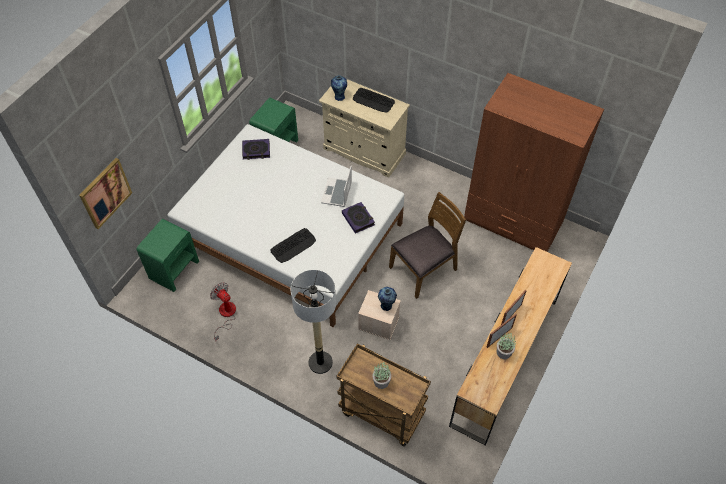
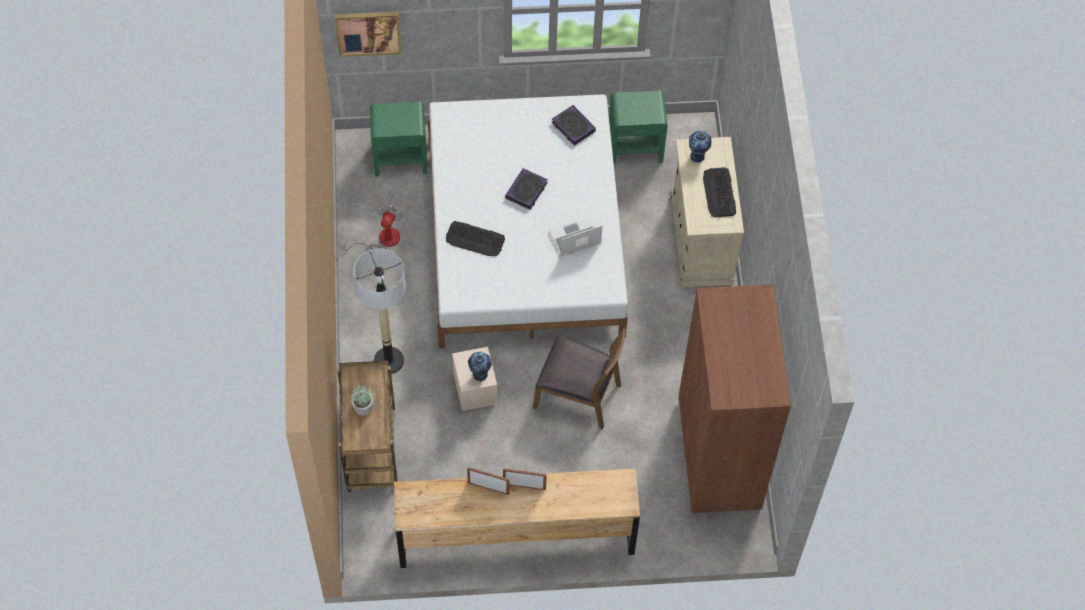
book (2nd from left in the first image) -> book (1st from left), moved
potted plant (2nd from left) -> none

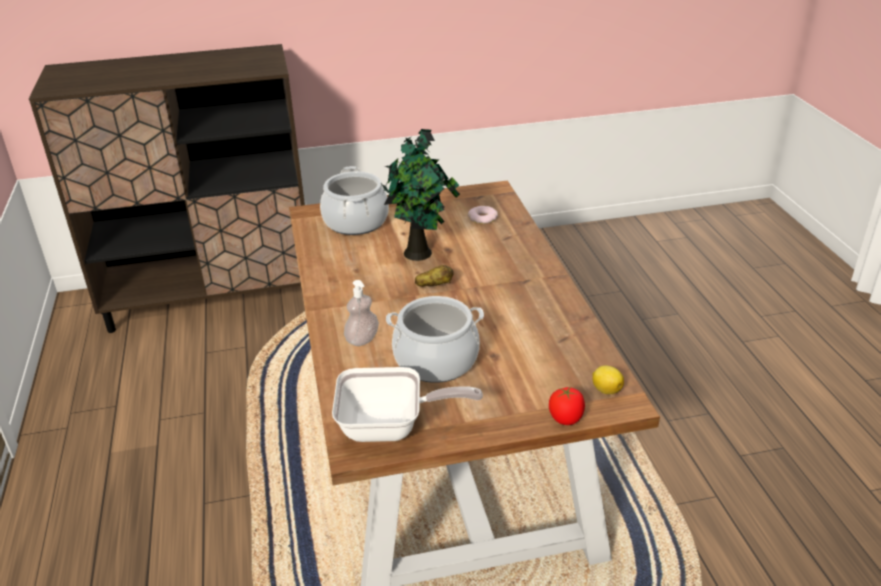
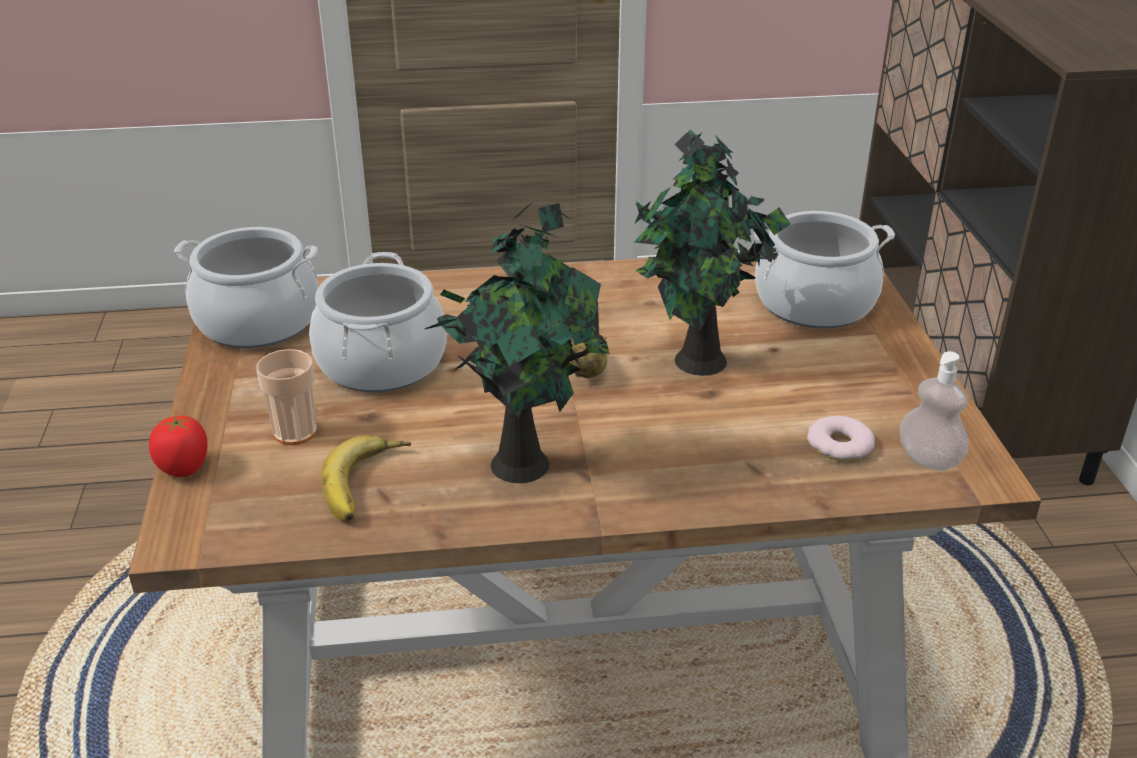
soap dispenser, moved
lemon -> none
frying pan -> cooking pot (1st from left)
none -> potted plant (1st from left)
none -> cup
none -> banana

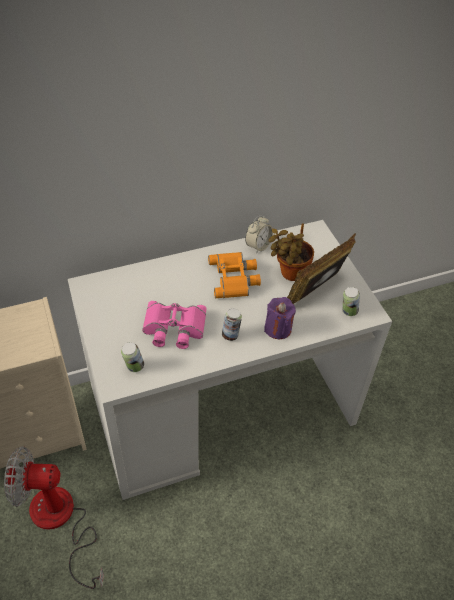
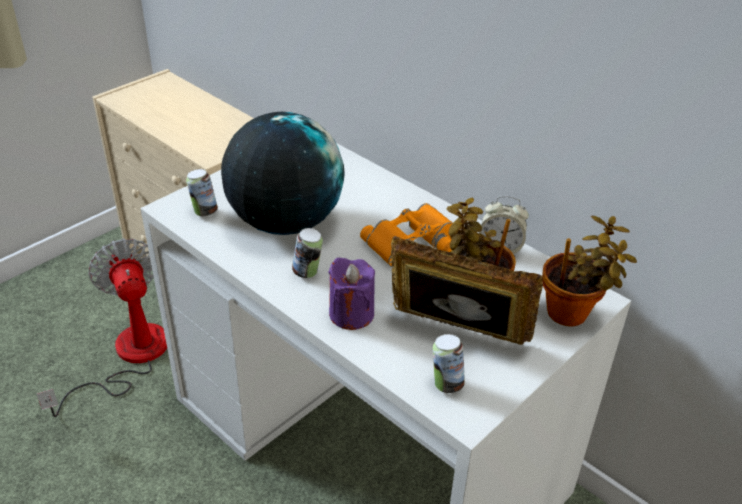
pink binoculars -> globe
none -> potted plant (2nd from left)

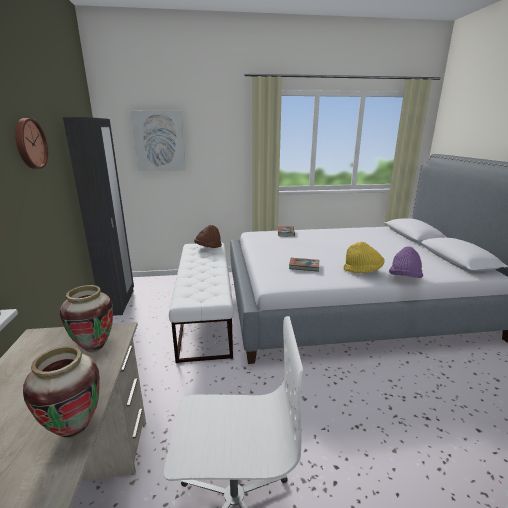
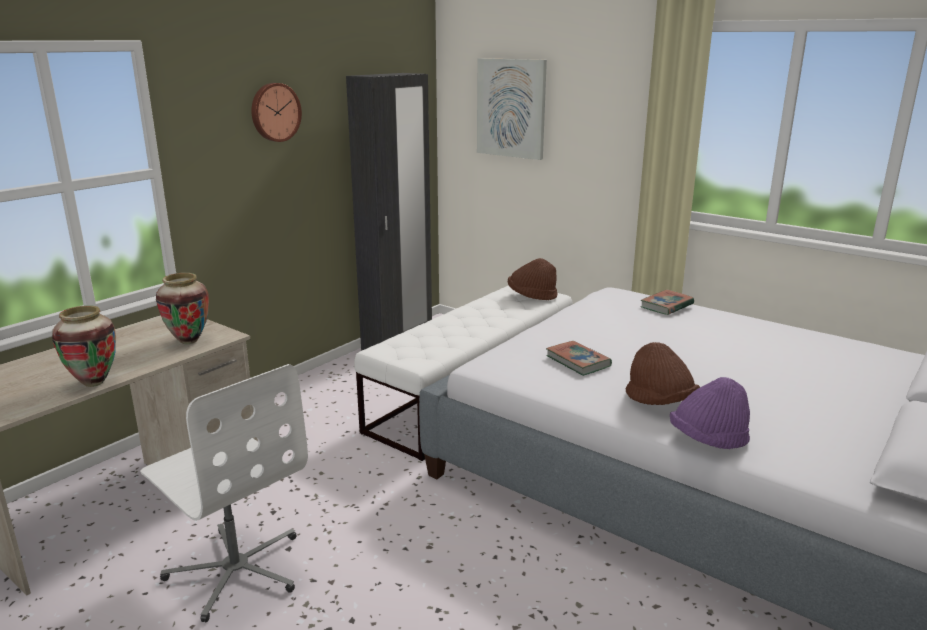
yellow hat -> brown hat (2nd from left)

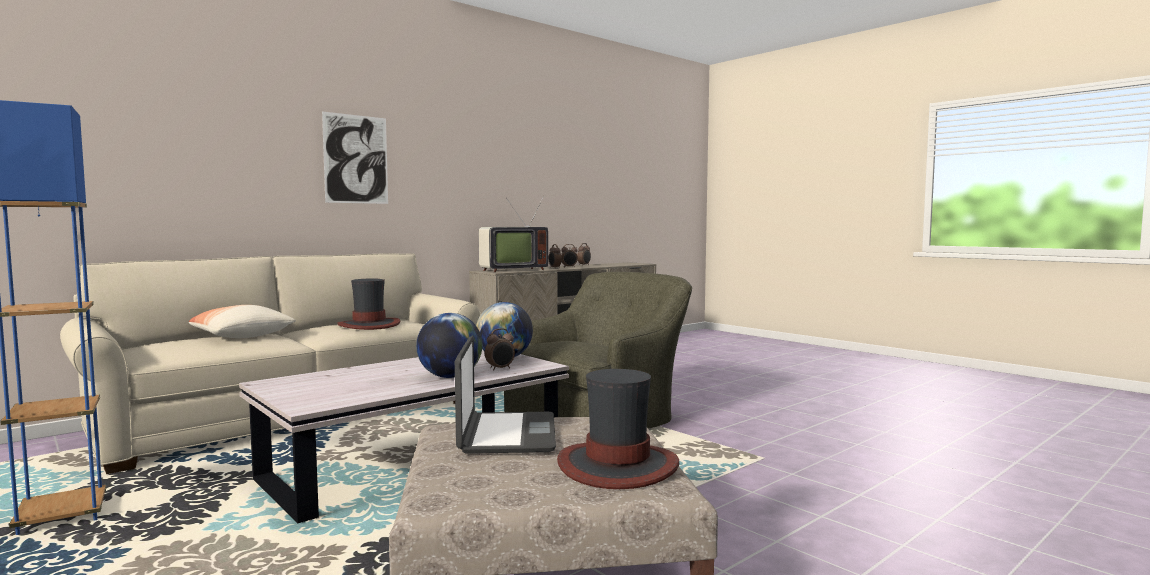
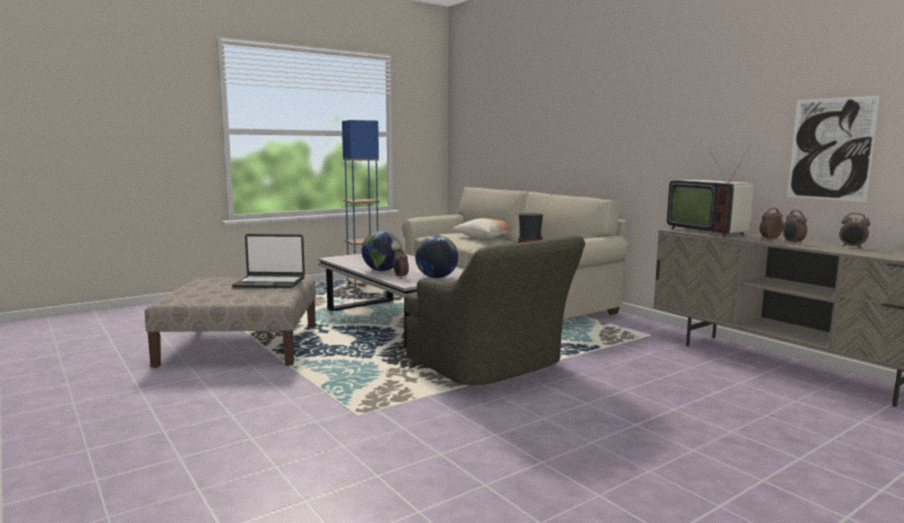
picture, moved
hat (2nd from left) -> none

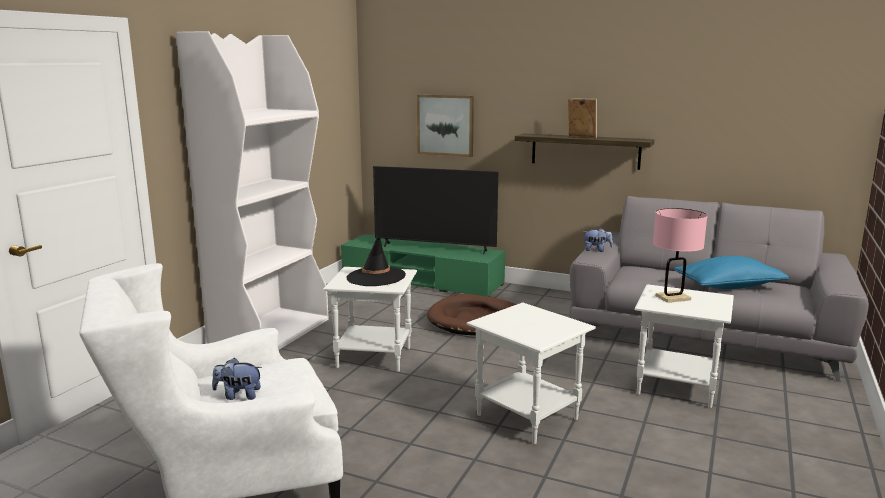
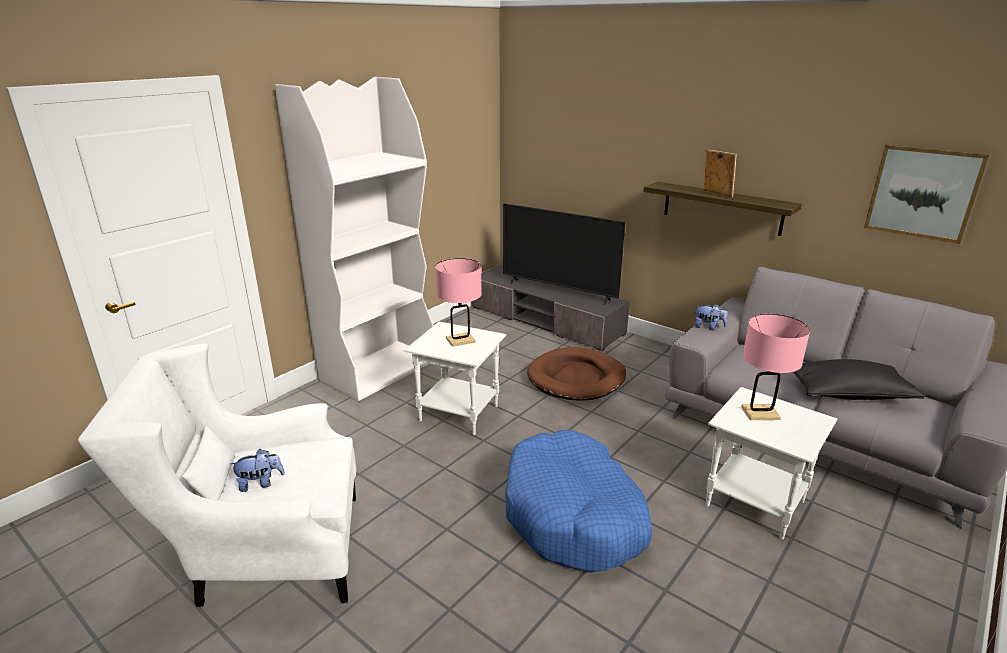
picture, moved
green tv stand -> grey tv stand
black hat -> pink table lamp (1st from left)
blue pillow -> black pillow
white side table (2nd from left) -> blue dog bed
plush toy (1st from left), 150 degrees clockwise

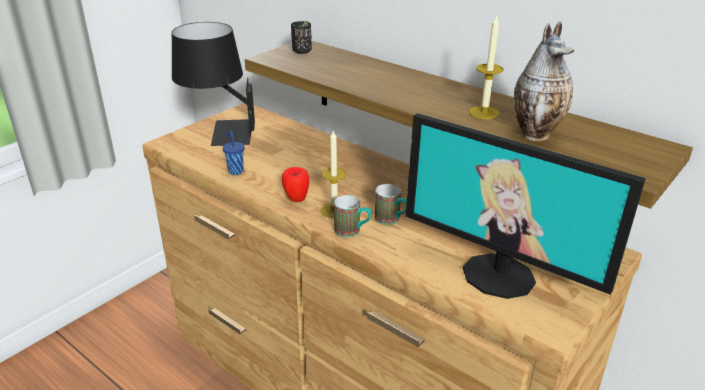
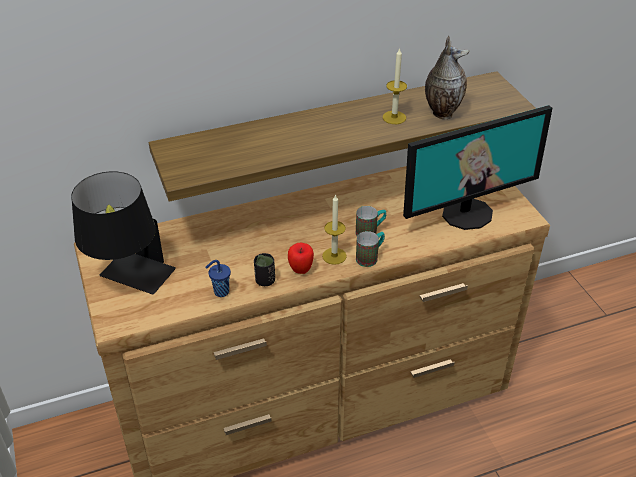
black cup, moved

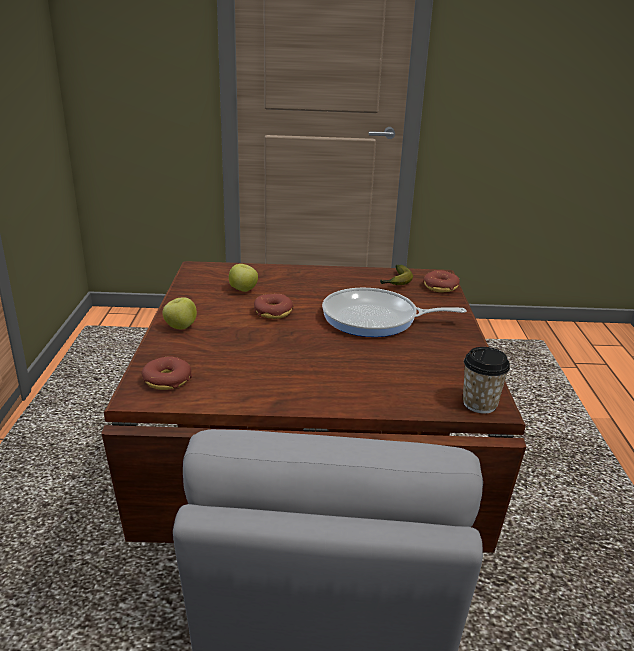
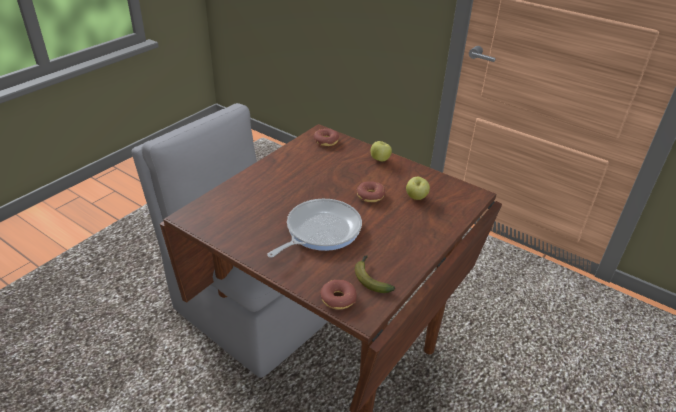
cup -> none

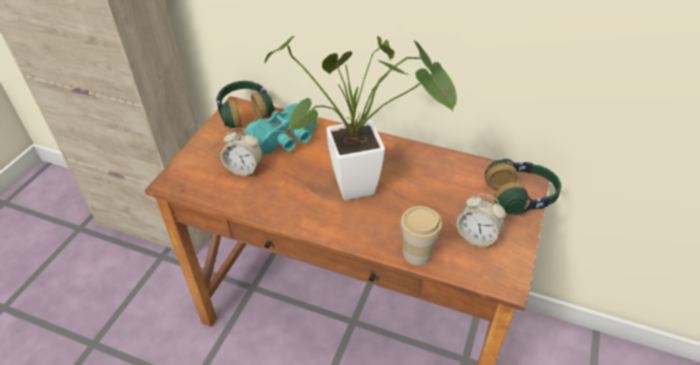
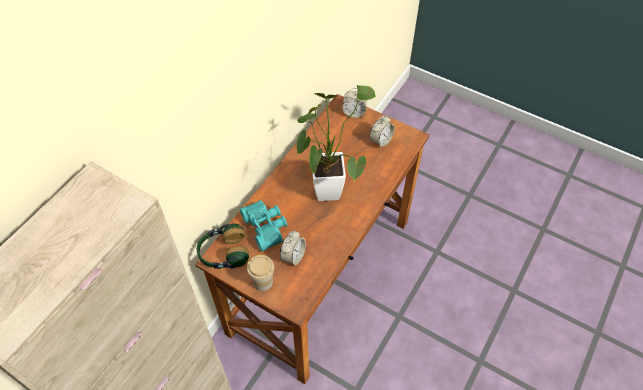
headphones (2nd from left) -> alarm clock (2nd from left)
cup, moved

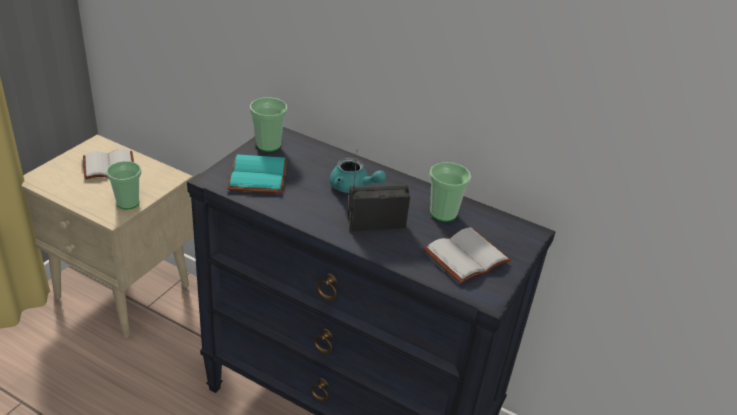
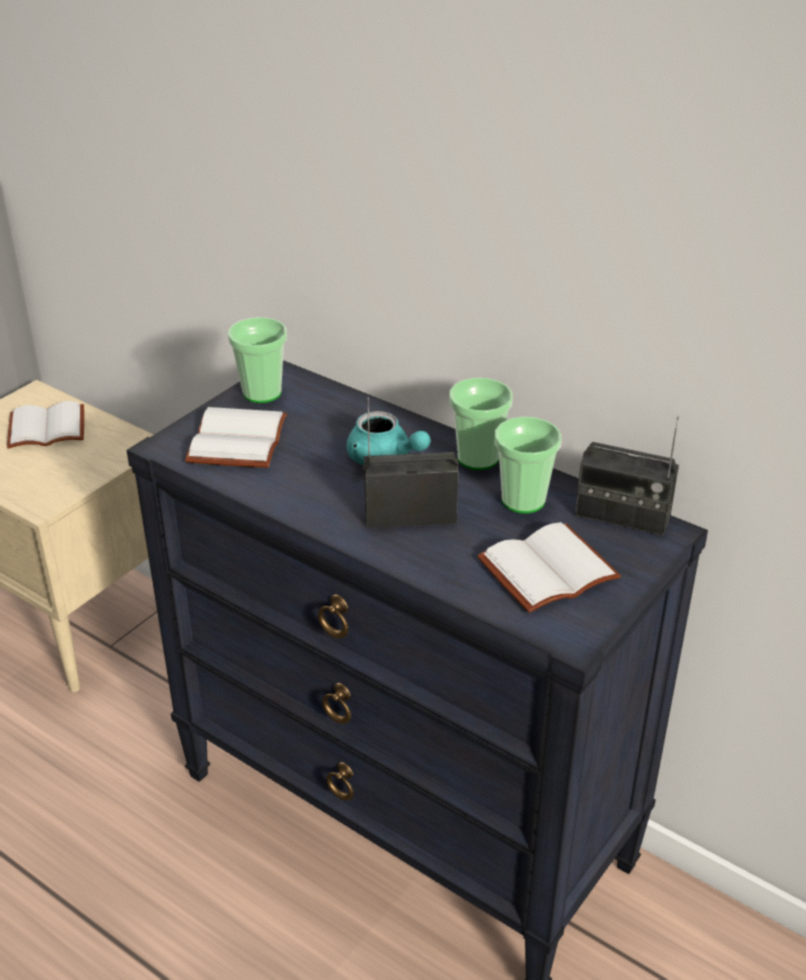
turquoise book -> white book (2nd from left)
cup (1st from left in the first image) -> cup (2nd from left), moved
none -> radio (2nd from left)

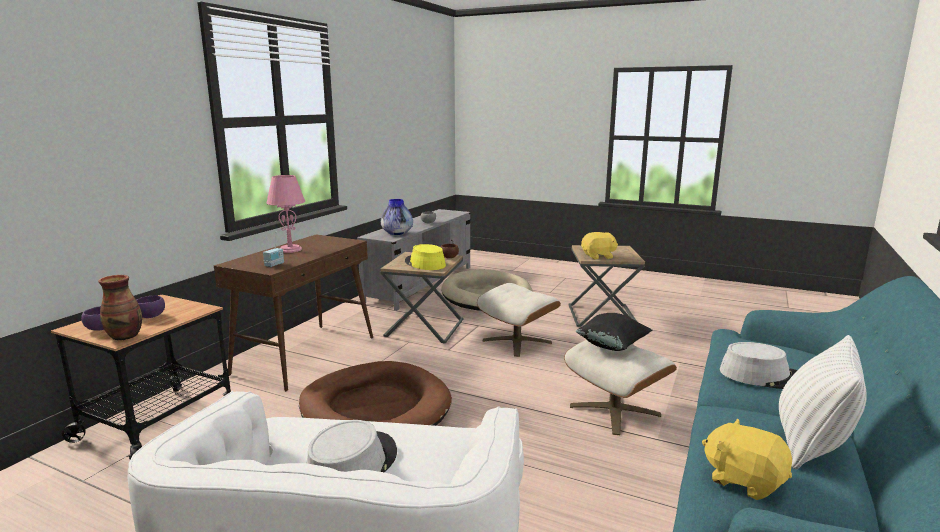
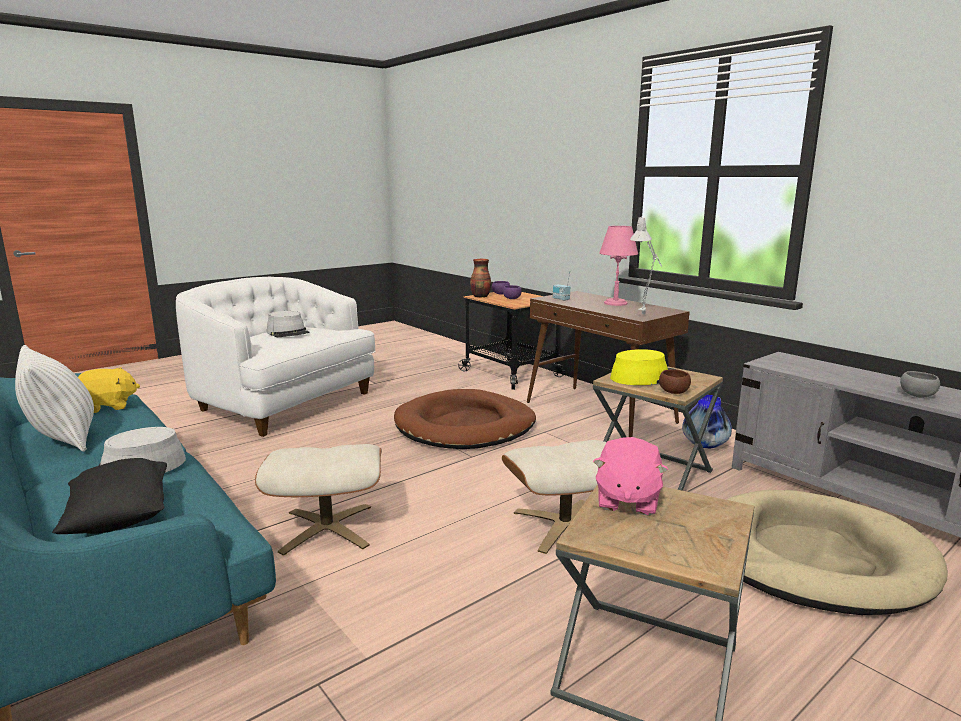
vase (2nd from left), moved
yellow plush toy (1st from left) -> pink plush toy
black pillow, moved
none -> grey table lamp

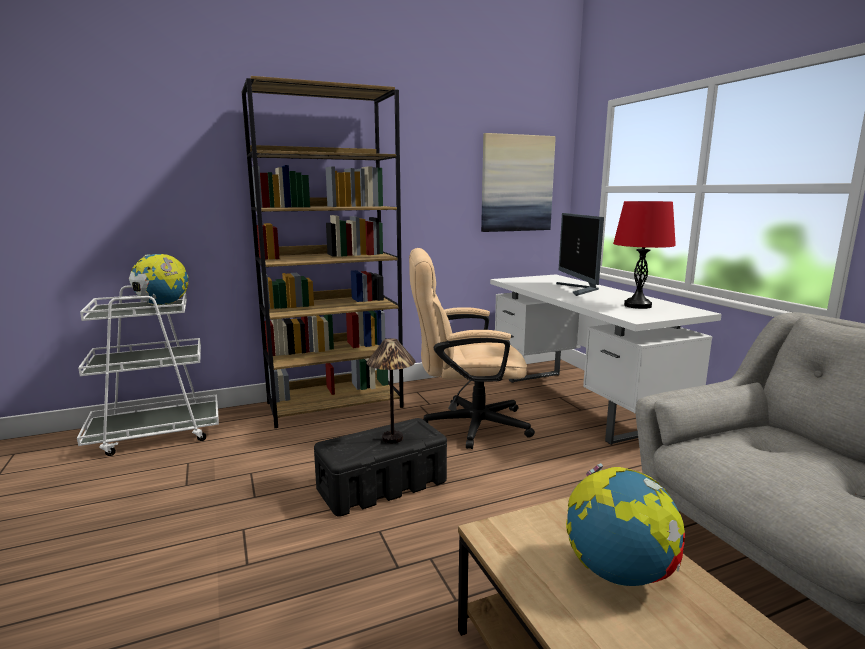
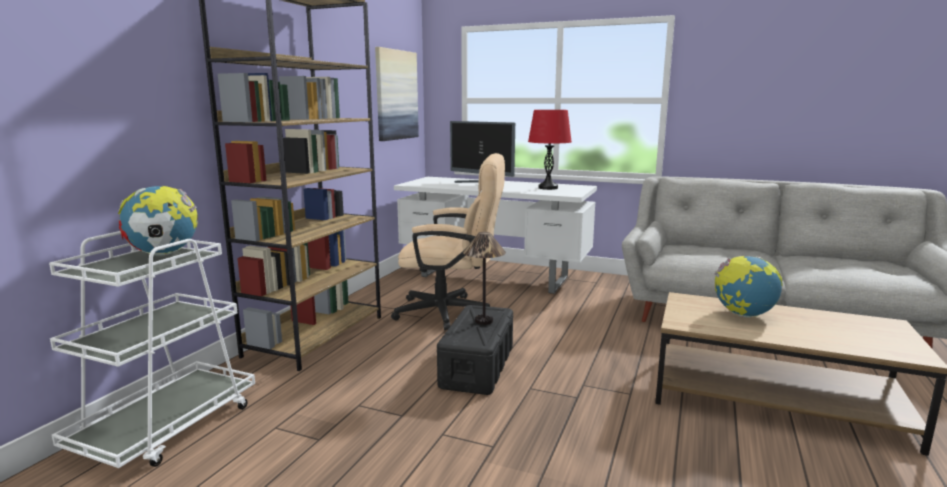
beige office chair, 120 degrees counterclockwise

